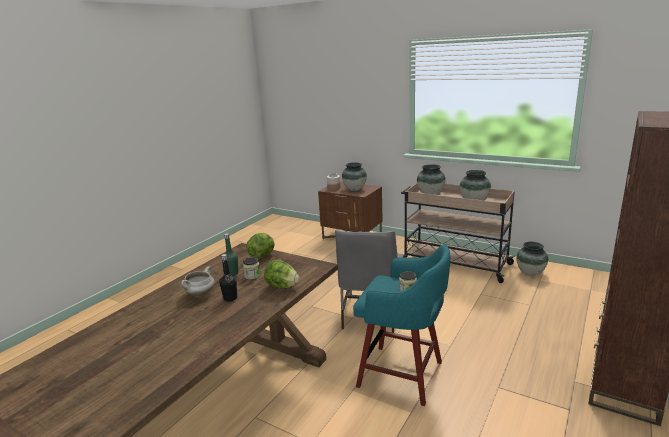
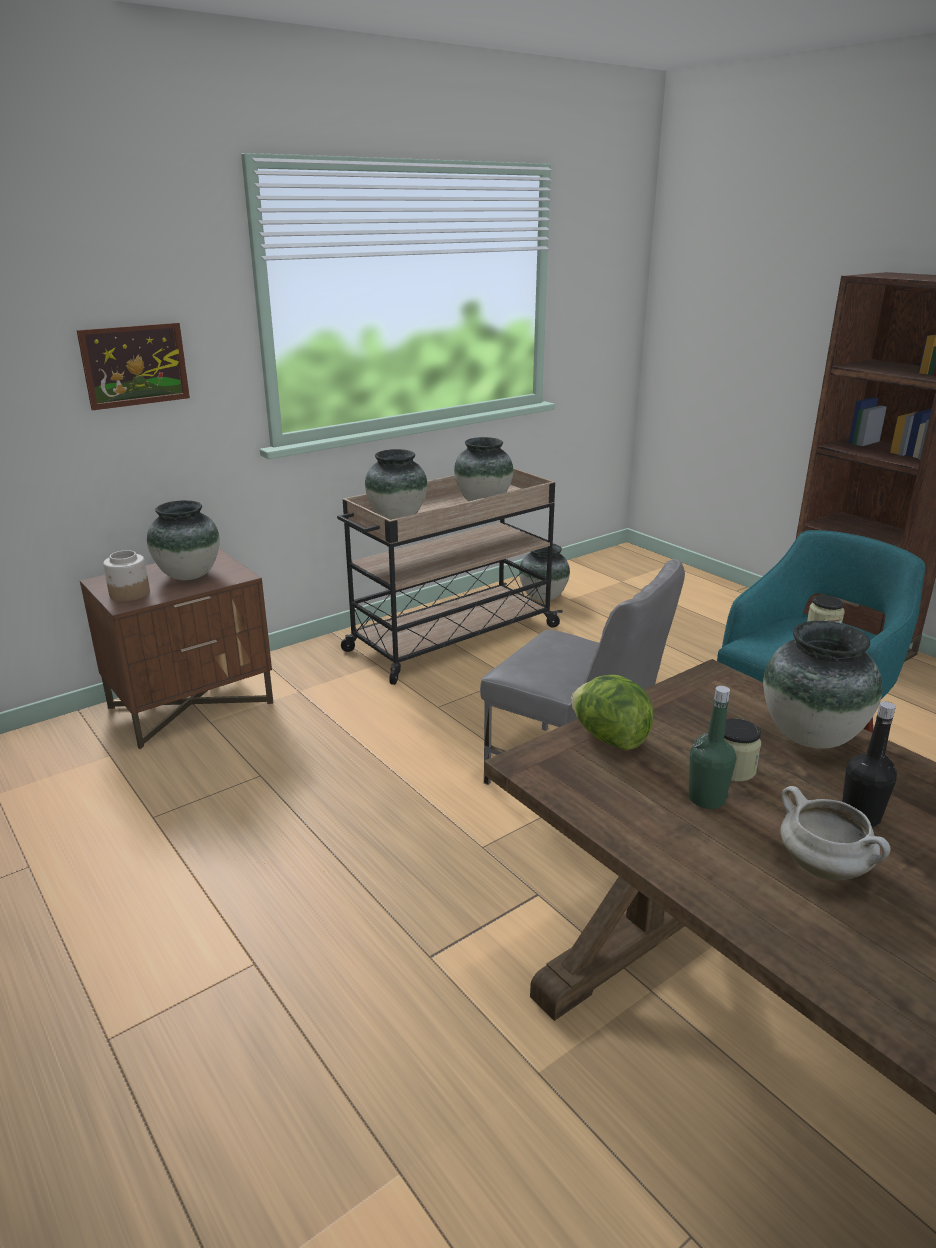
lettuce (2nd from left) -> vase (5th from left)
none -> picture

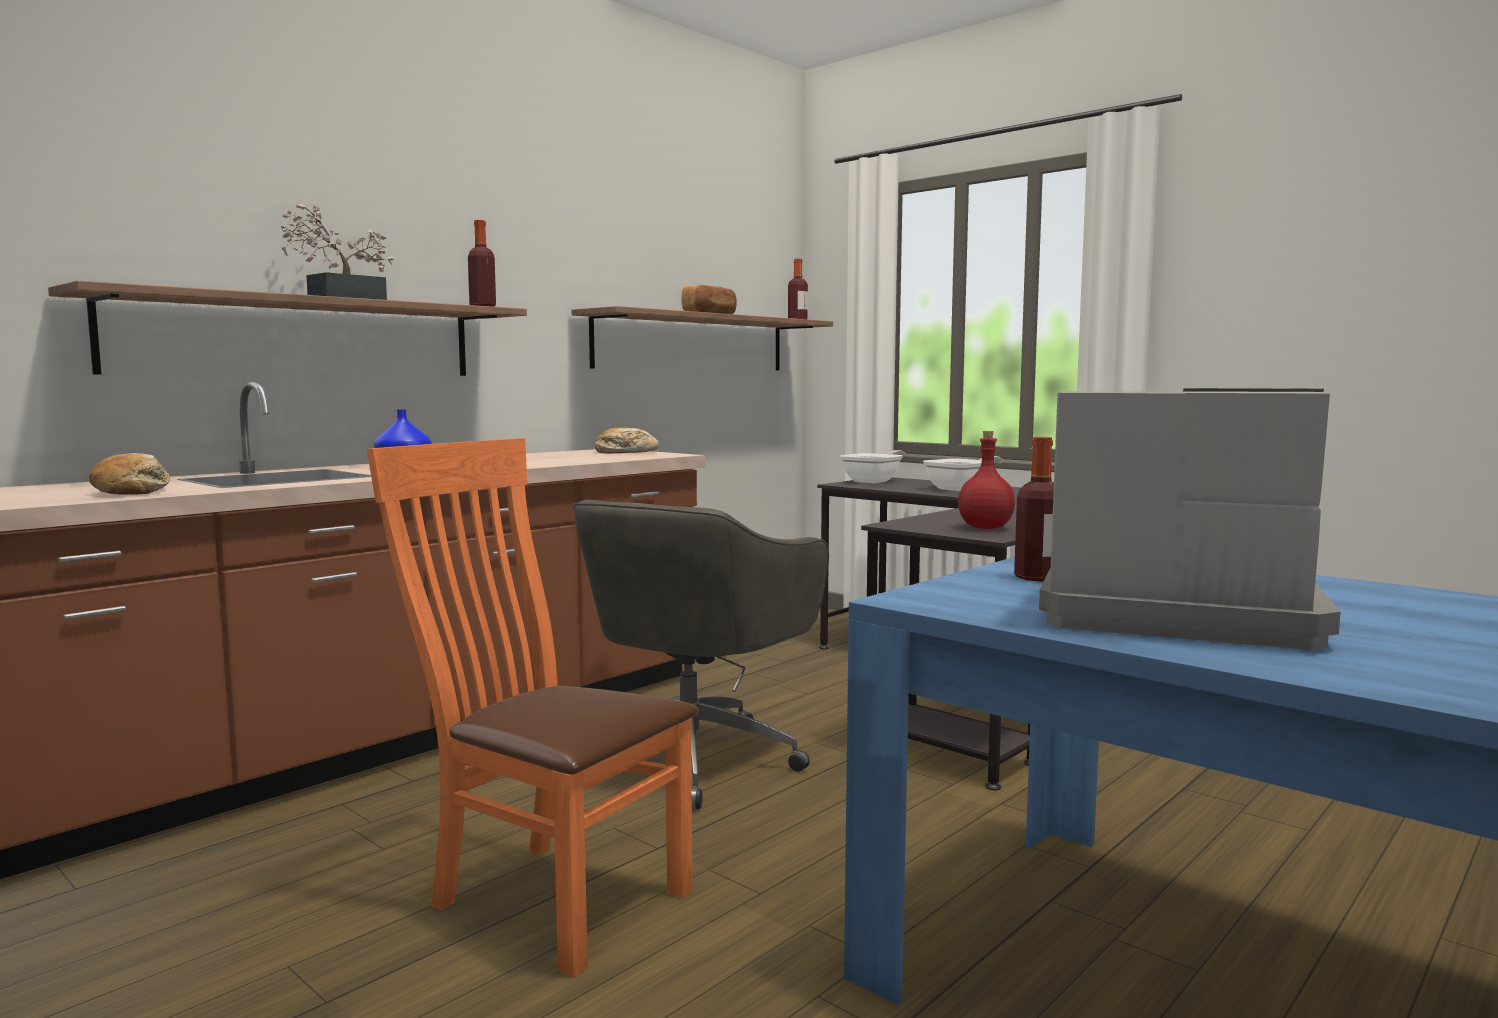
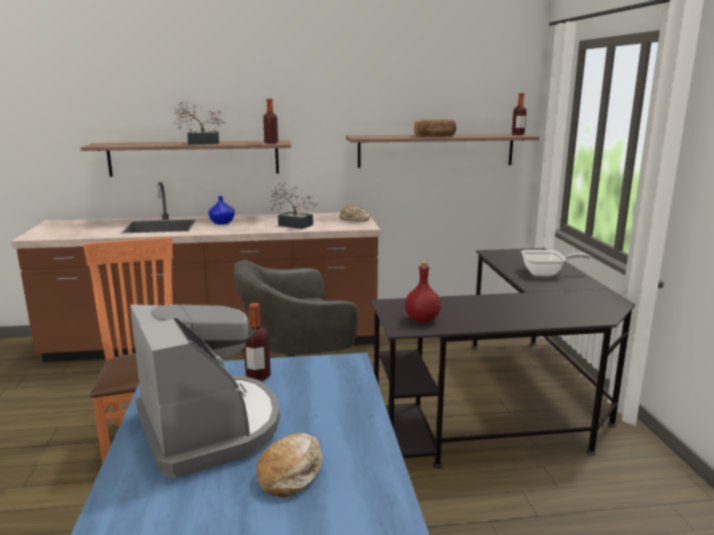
frying pan (1st from left) -> none
bread (1st from left), moved
none -> potted plant (2nd from left)

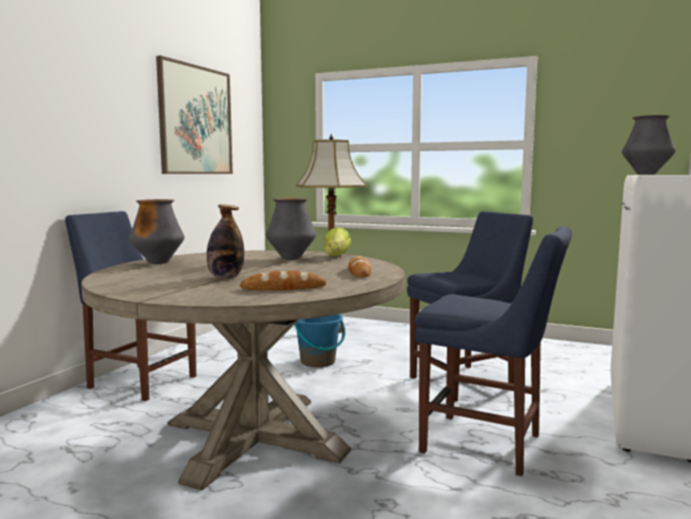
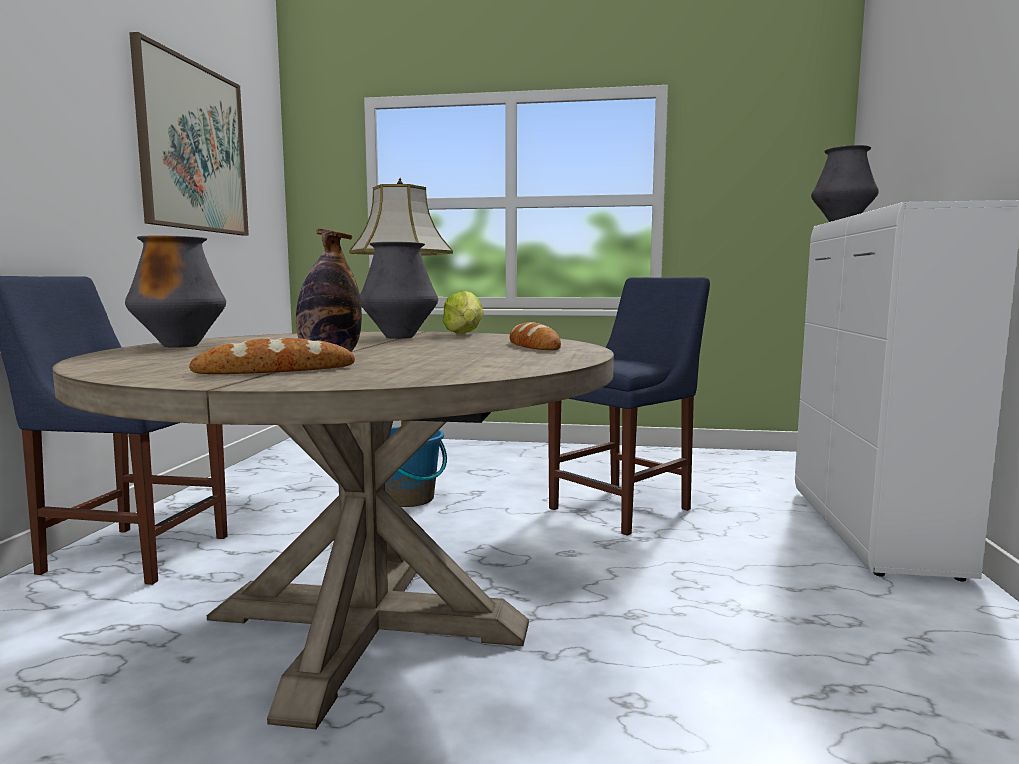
blue chair (3rd from left) -> none
bread (1st from left), moved

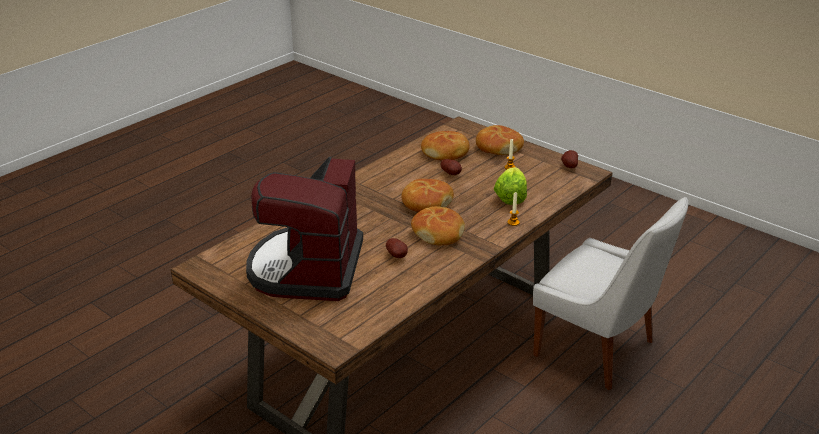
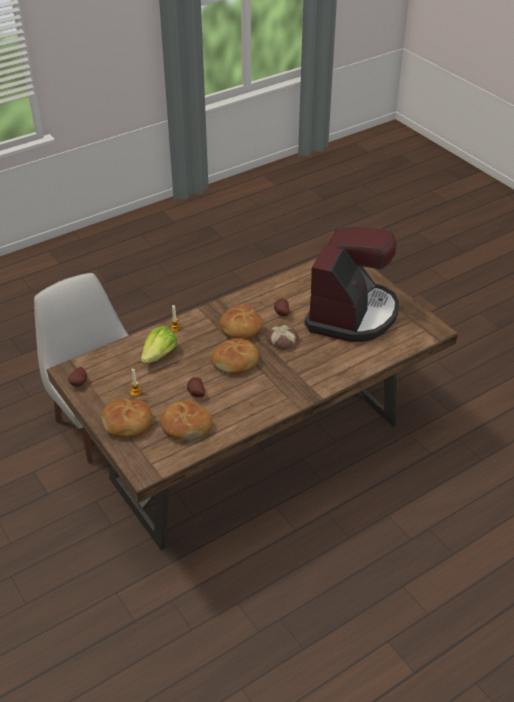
none -> bread (5th from left)

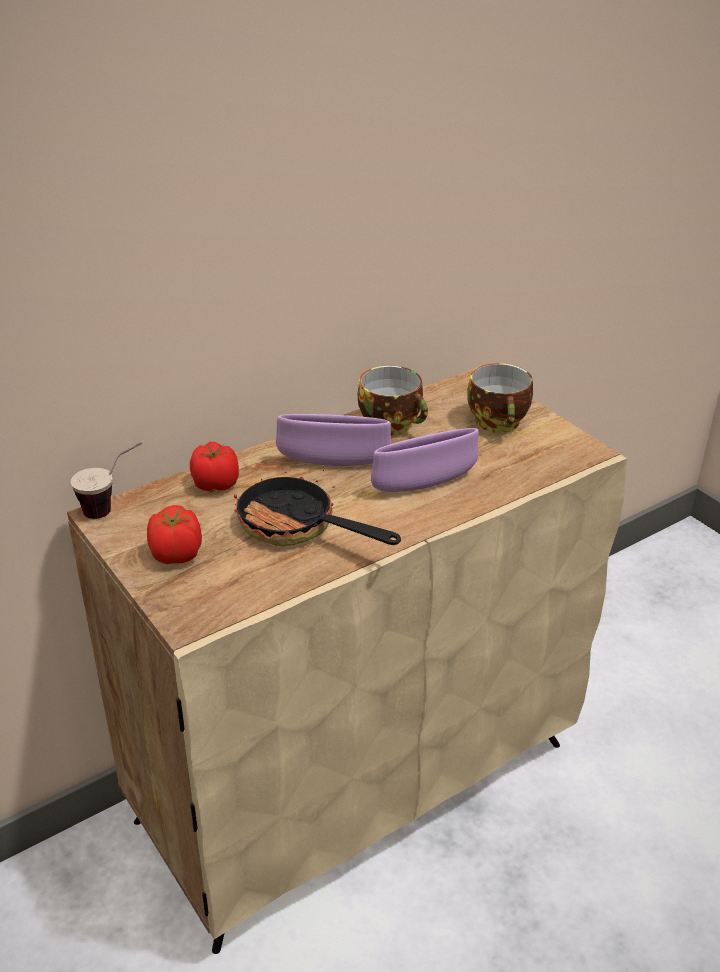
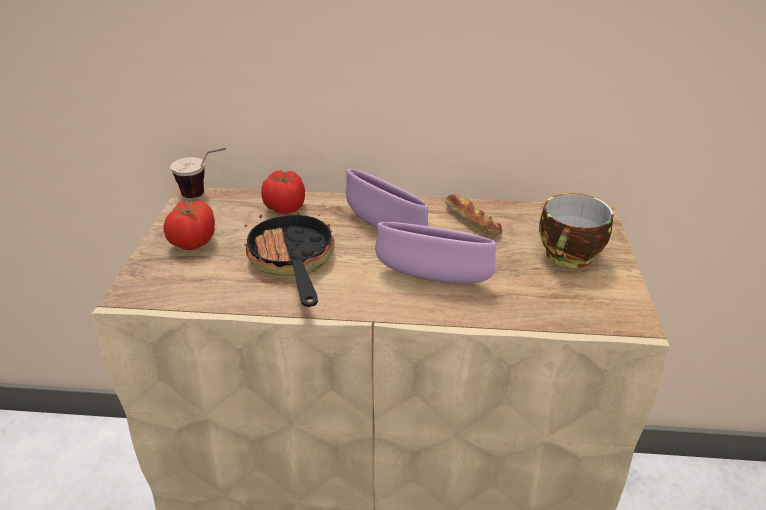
cup (2nd from left) -> bread

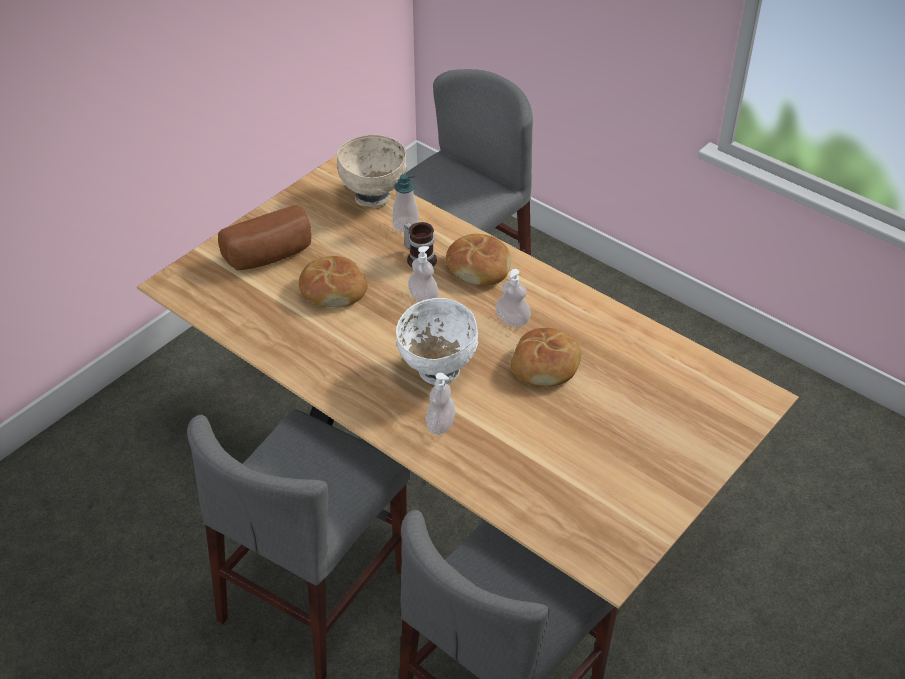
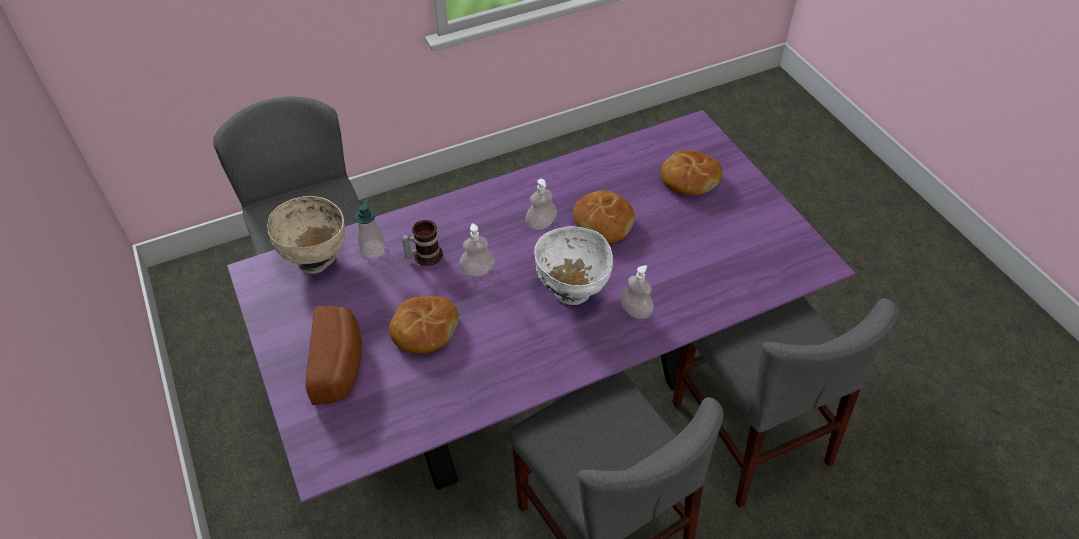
brown dining table -> purple dining table
bread (3rd from left in the first image) -> bread (4th from left), moved

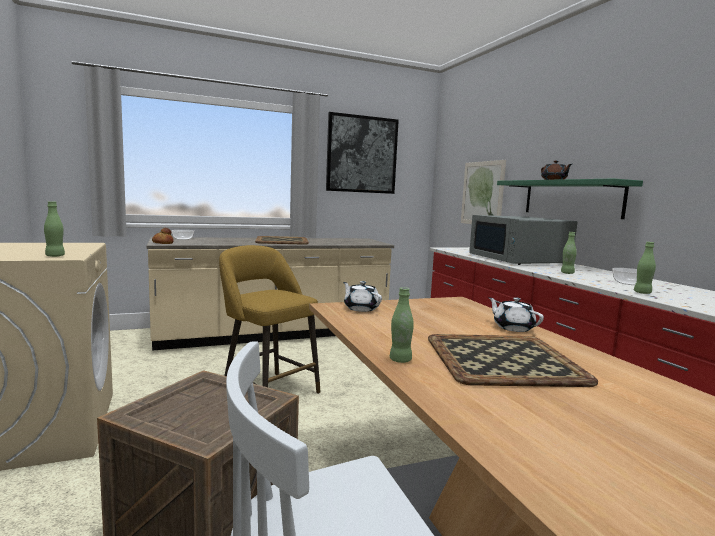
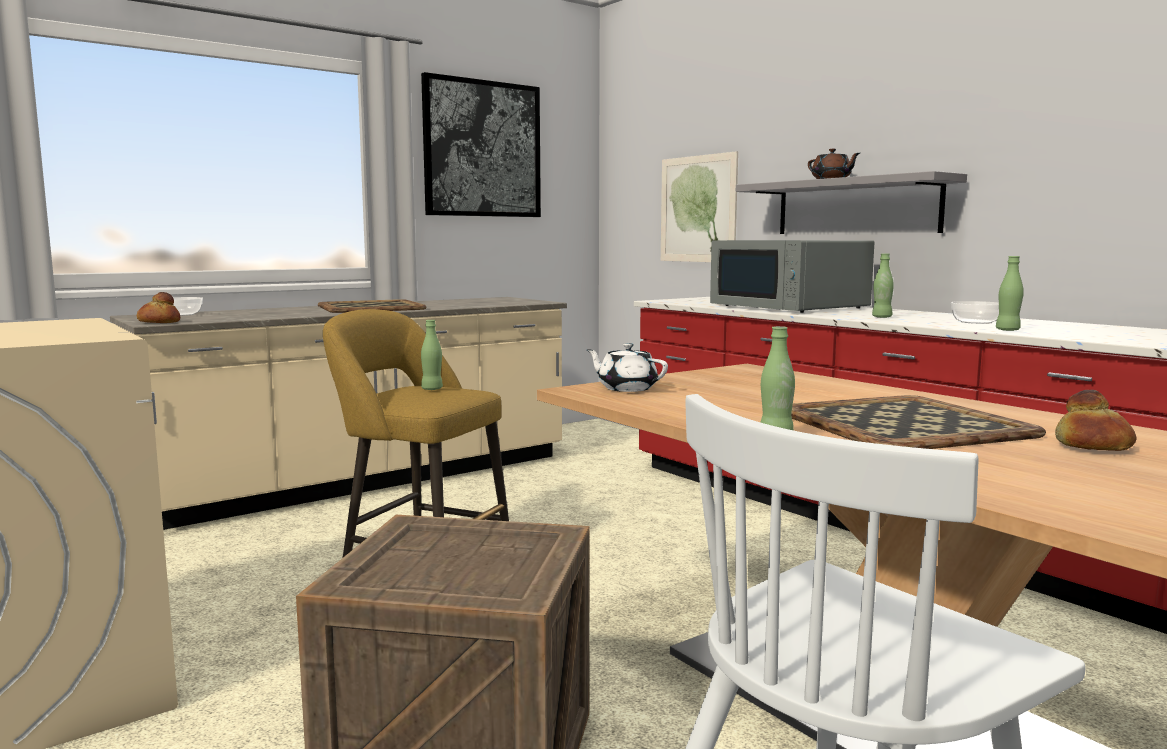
green shelf -> grey shelf
green bottle (1st from left), moved
white teapot (2nd from left) -> none
none -> bread (2nd from left)

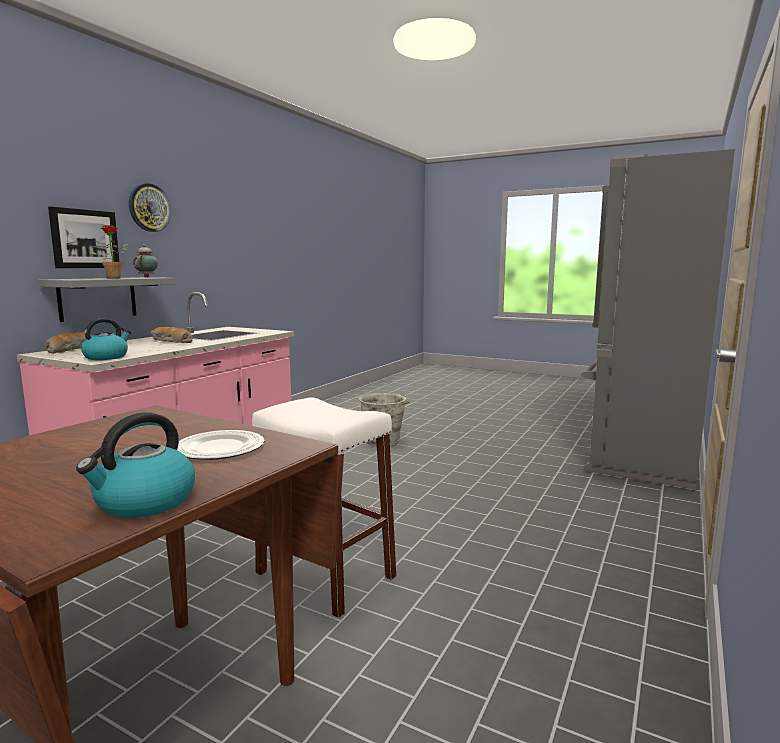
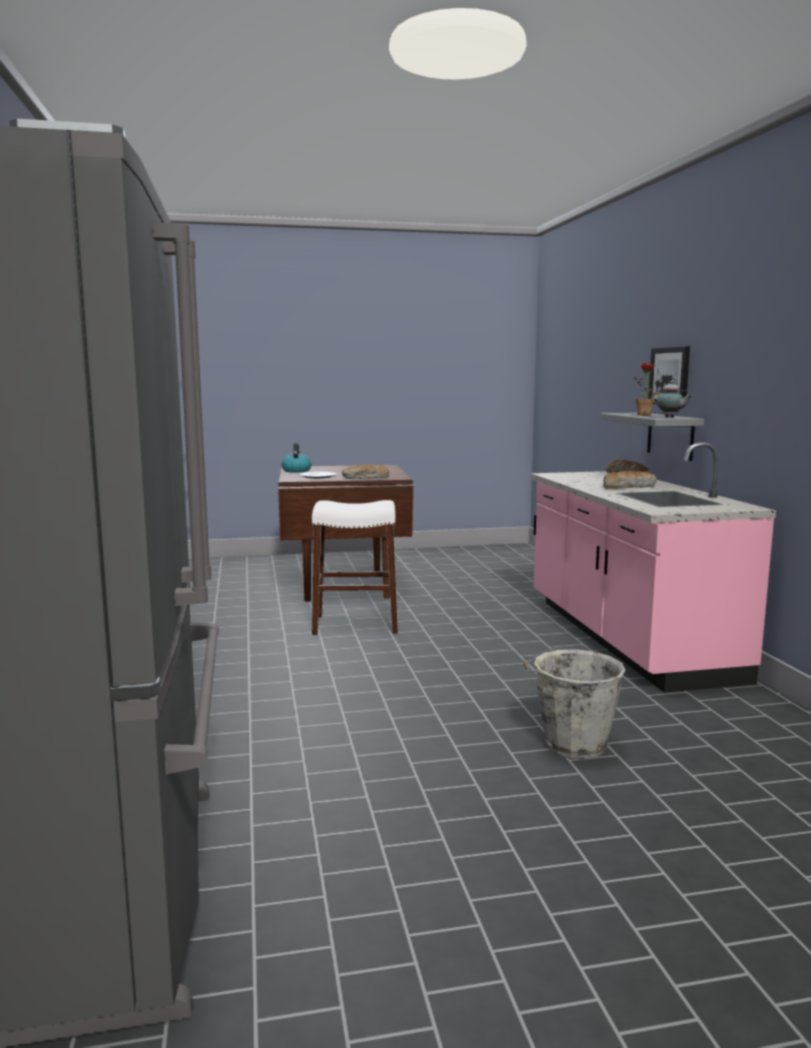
wall clock -> none
kettle (1st from left) -> none
none -> bread (1st from left)

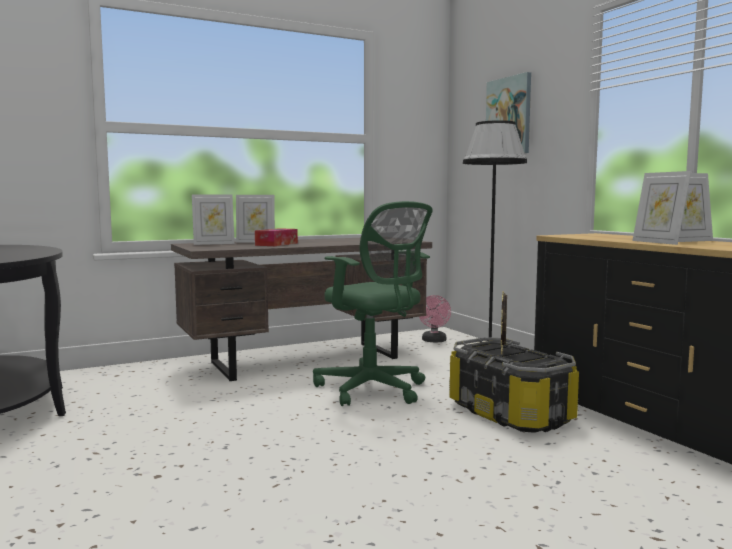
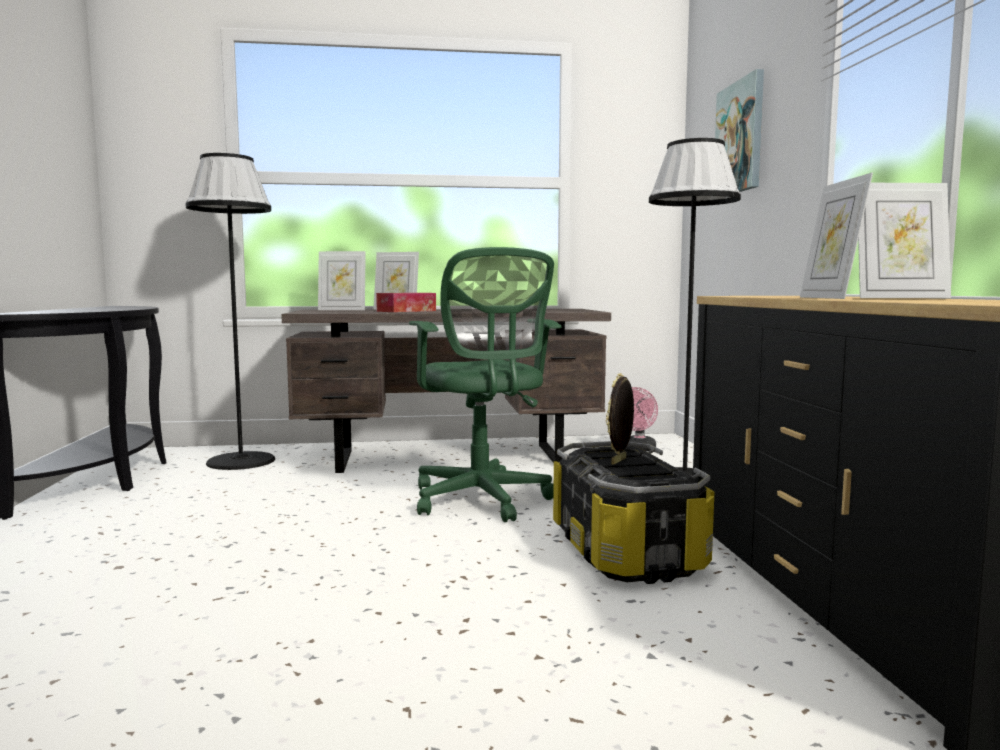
none -> black floor lamp (1st from left)

